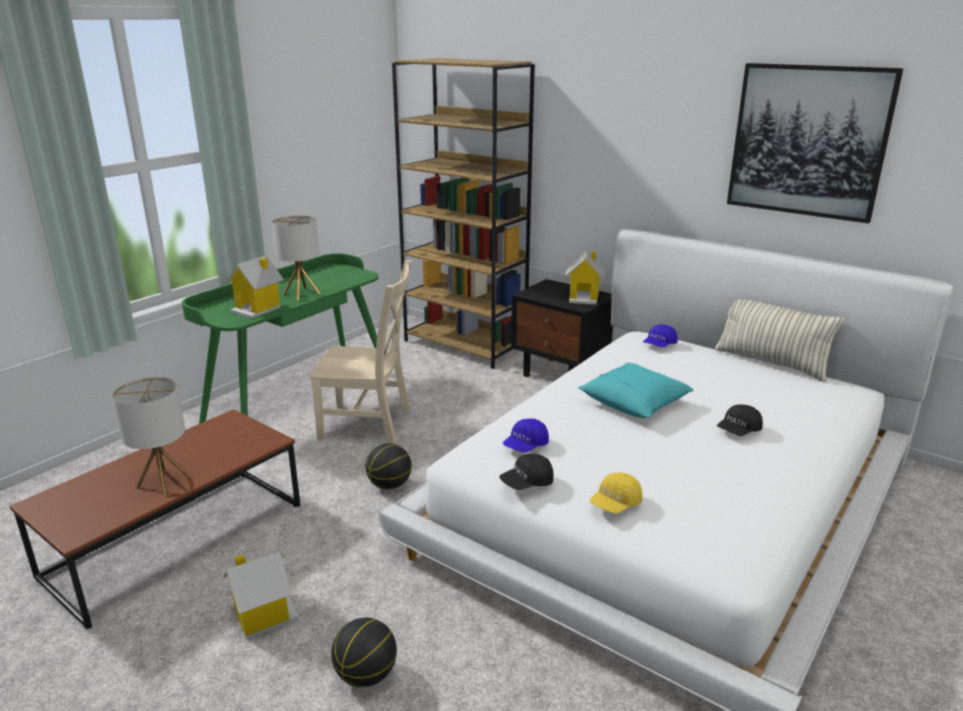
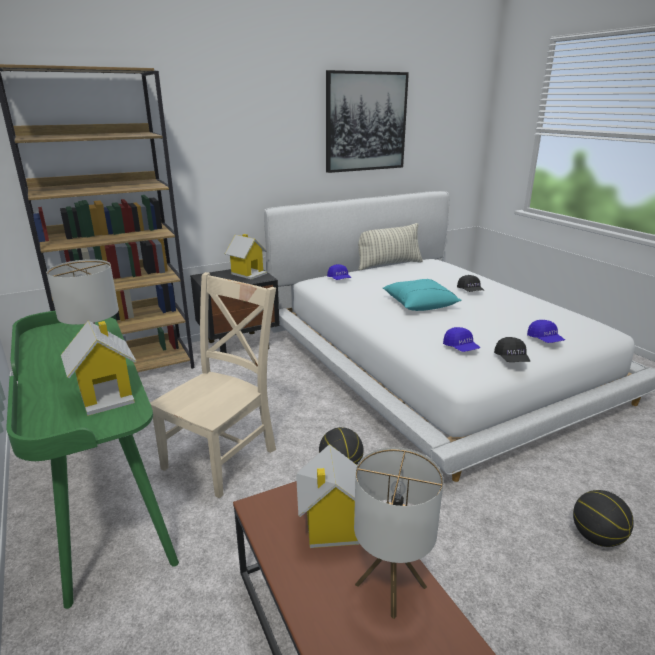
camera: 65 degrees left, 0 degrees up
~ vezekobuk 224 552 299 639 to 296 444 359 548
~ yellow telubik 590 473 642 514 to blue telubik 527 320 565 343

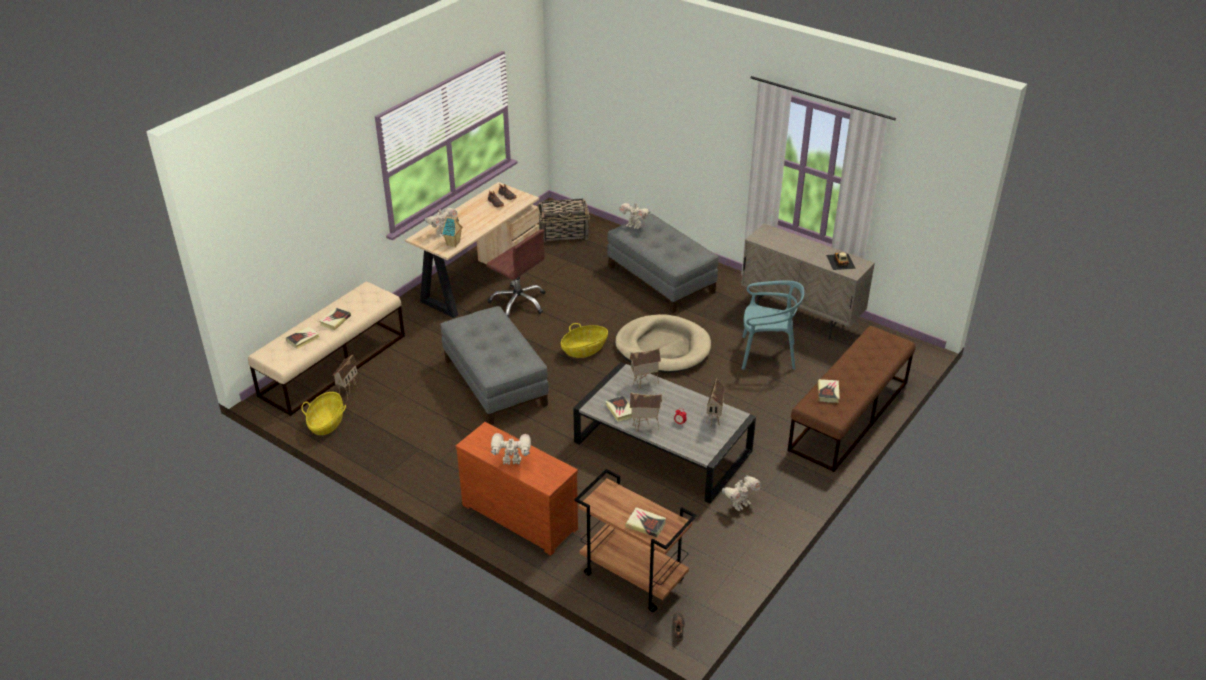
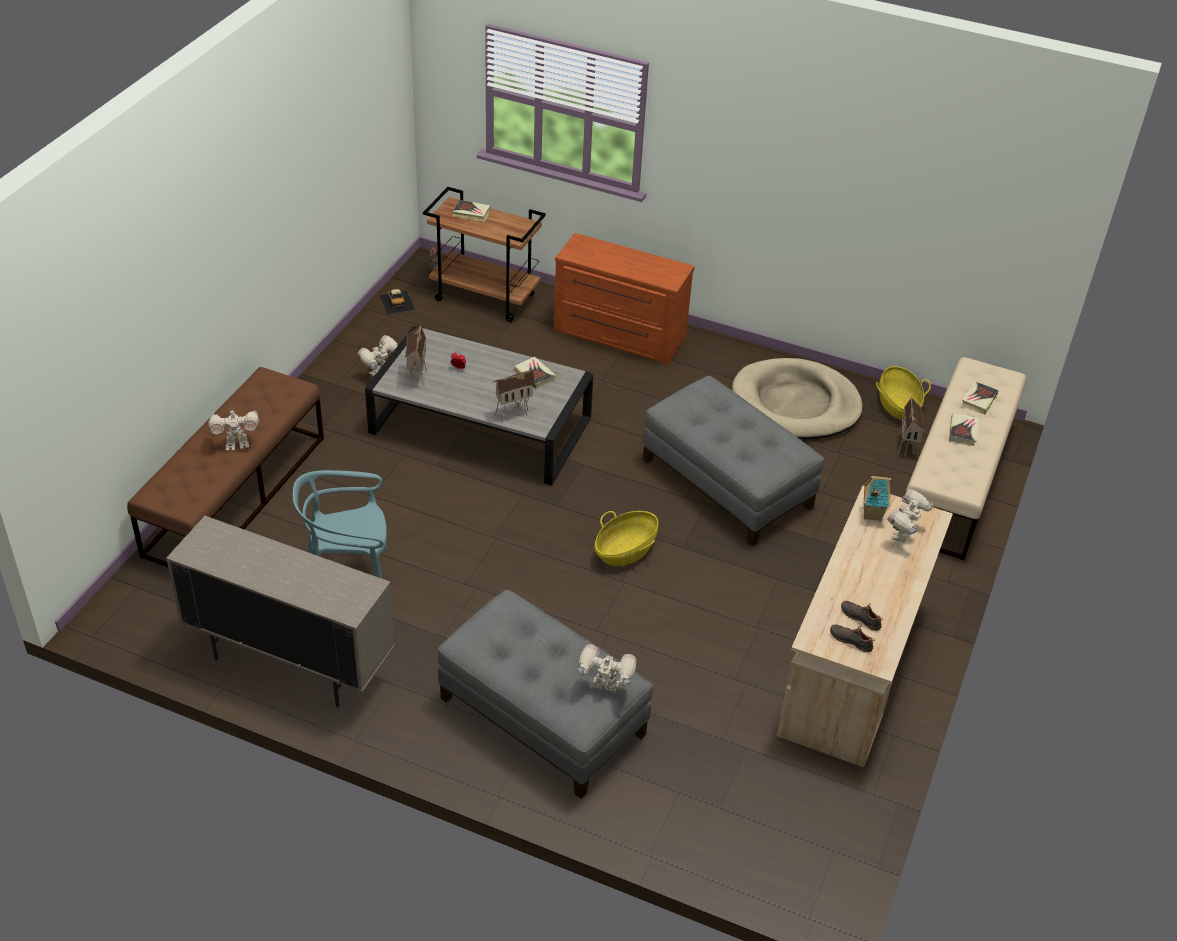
camera: 165 degrees right, 5 degrees up
- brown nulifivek 486 229 546 317
- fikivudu 538 198 590 242
- vezekobuk 630 392 662 431
- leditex 818 379 840 403
~ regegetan 490 433 531 465 to 209 409 259 450
~ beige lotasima 615 314 711 373 to 732 358 862 439
~ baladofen 826 252 856 270 to 380 289 415 314

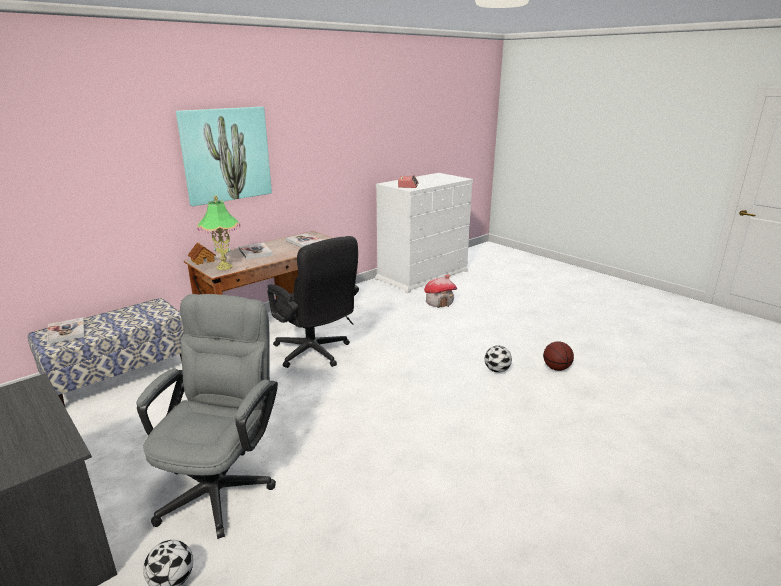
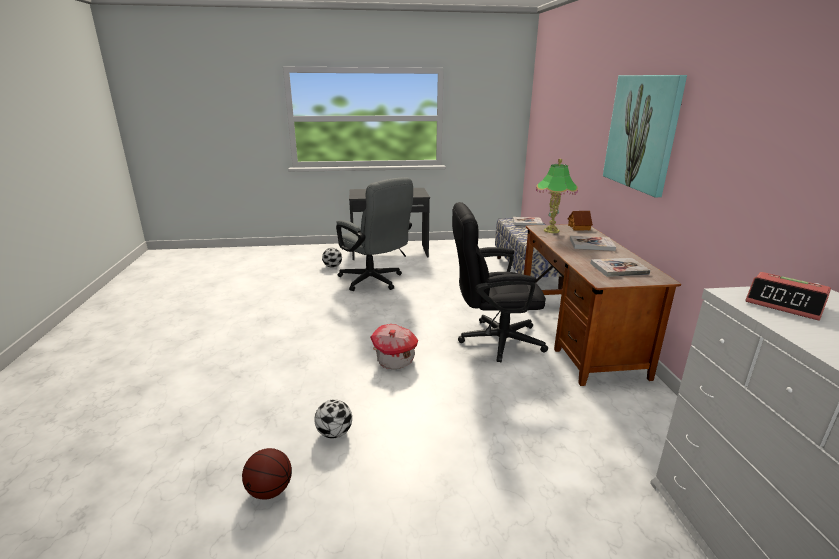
camera: 125 degrees right, 0 degrees up
~ vezekobuk 424 275 457 308 to 370 324 418 369

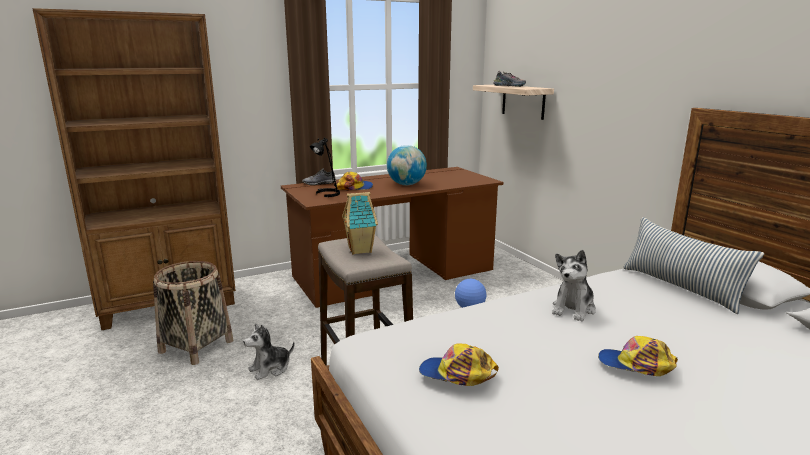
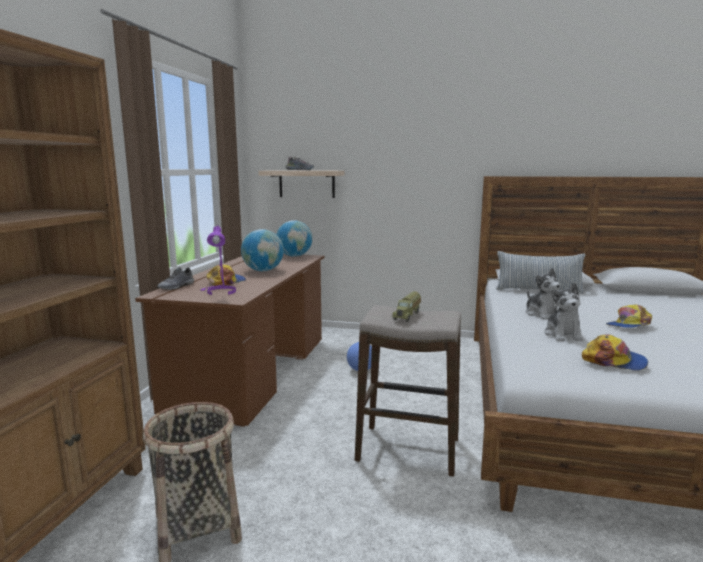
camera: 50 degrees left, 5 degrees down
+ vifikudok 276 220 312 257
~ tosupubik 243 323 294 380 to 545 282 584 341
~ vezekobuk 342 192 378 255 to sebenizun 392 291 421 322
~ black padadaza 310 138 340 197 to purple padadaza 201 225 236 295
~ telubik 419 344 499 386 = 582 334 648 371 120 degrees counterclockwise

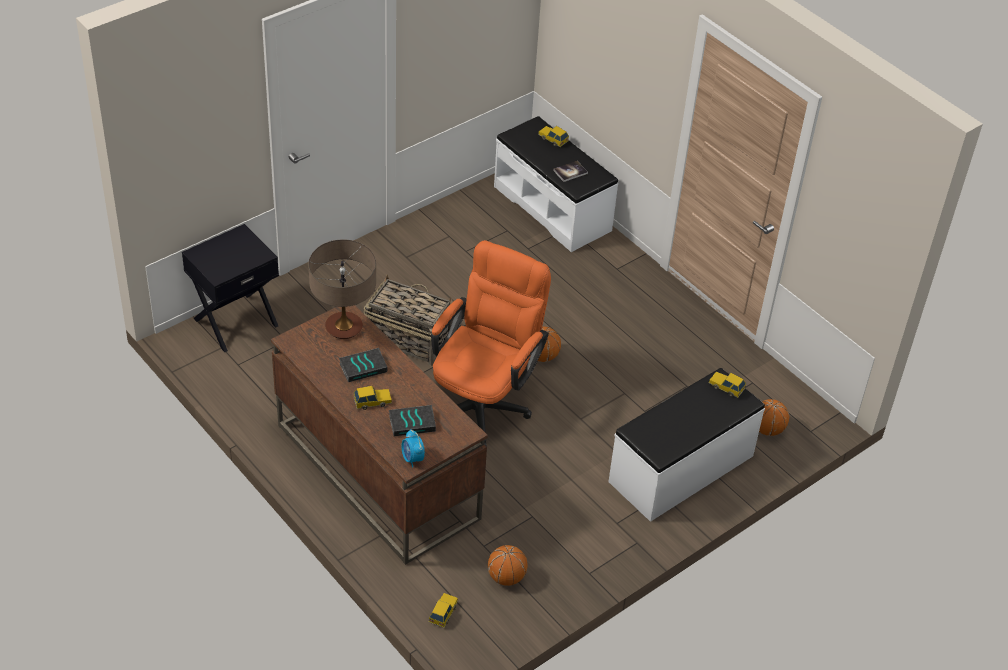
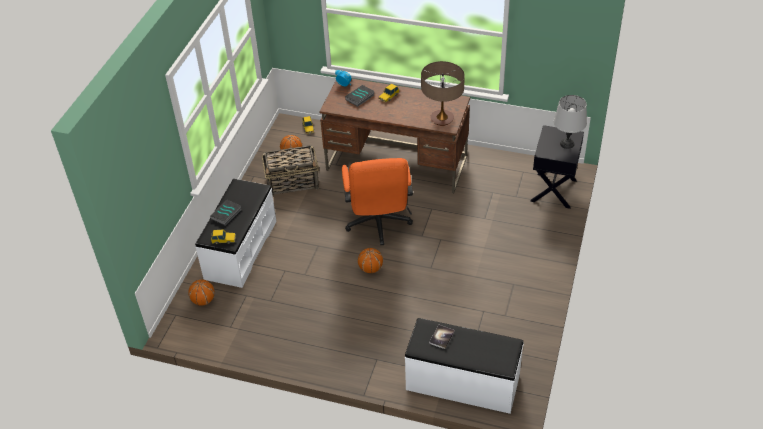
camera: 150 degrees right, 0 degrees up
- baladofen 538 126 569 147
+ grey padadaza 554 95 587 149
~ leditex 339 348 387 382 to 210 200 242 226
~ fikivudu 364 274 453 366 to 262 145 319 196

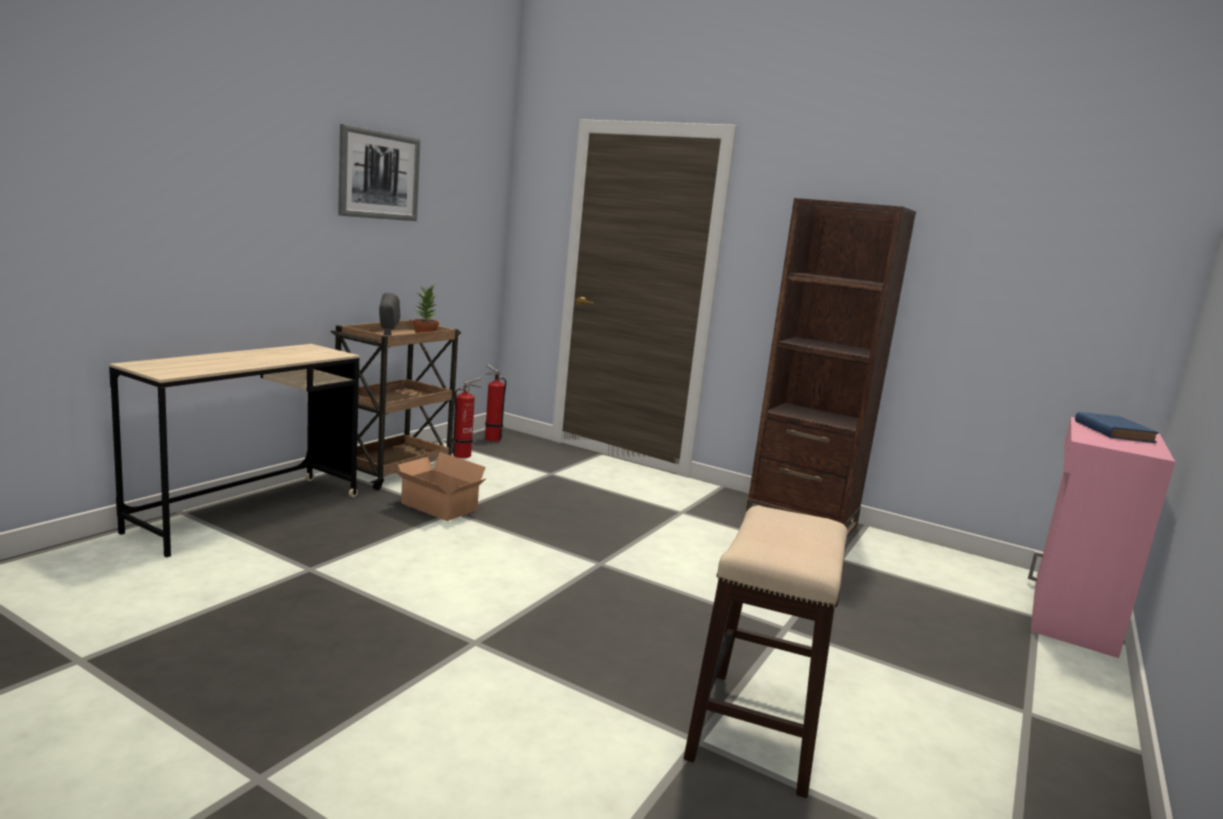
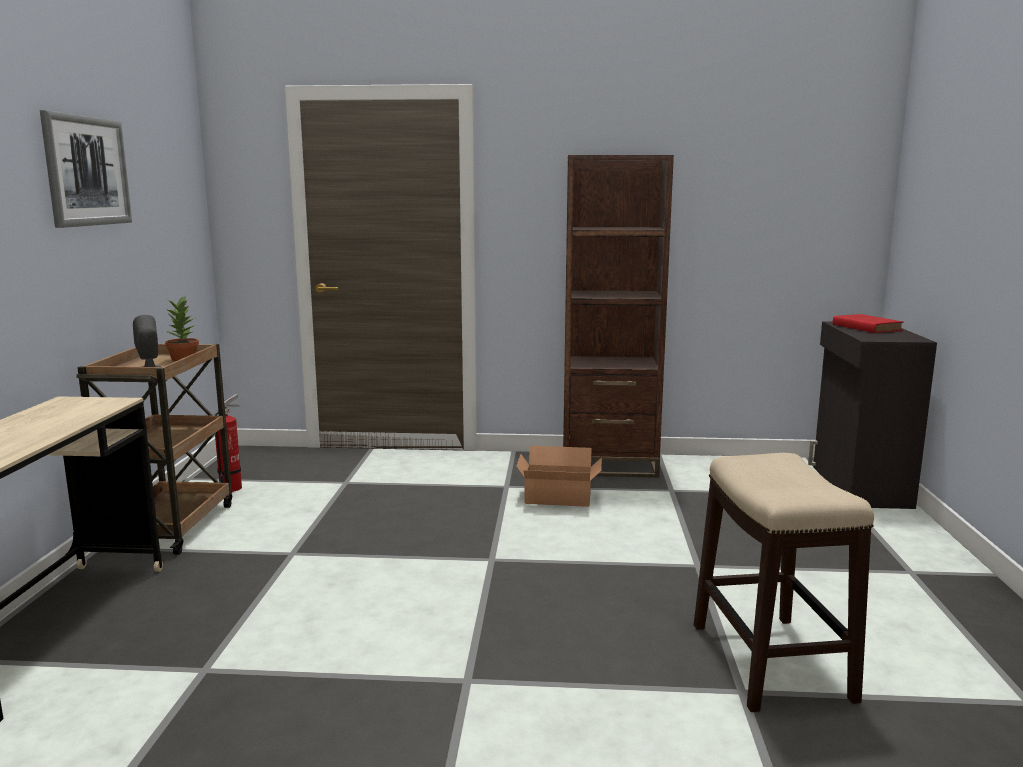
camera: 25 degrees left, 0 degrees up
- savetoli 485 365 506 441
~ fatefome 392 452 487 521 to 516 446 602 507
~ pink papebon 1028 417 1175 658 to black papebon 808 322 937 509
~ blue leditex 1075 412 1159 443 to red leditex 833 314 903 333

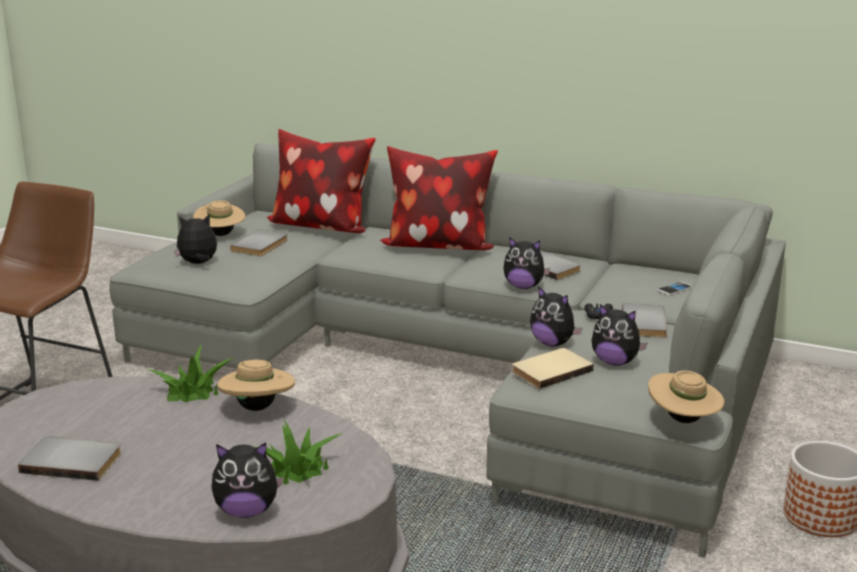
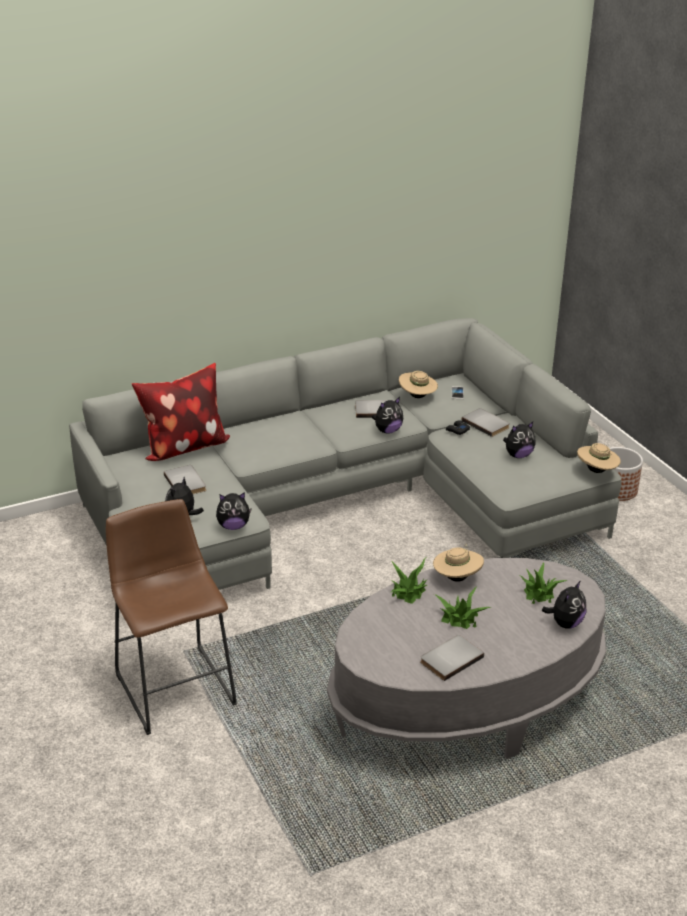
camera: 50 degrees left, 10 degrees up
- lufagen 380 146 498 250
- beige leditex 512 348 594 389
+ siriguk 434 586 491 629
~ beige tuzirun 193 200 245 236 to 399 371 438 398
~ tosupubik 530 286 583 347 to 216 492 252 530

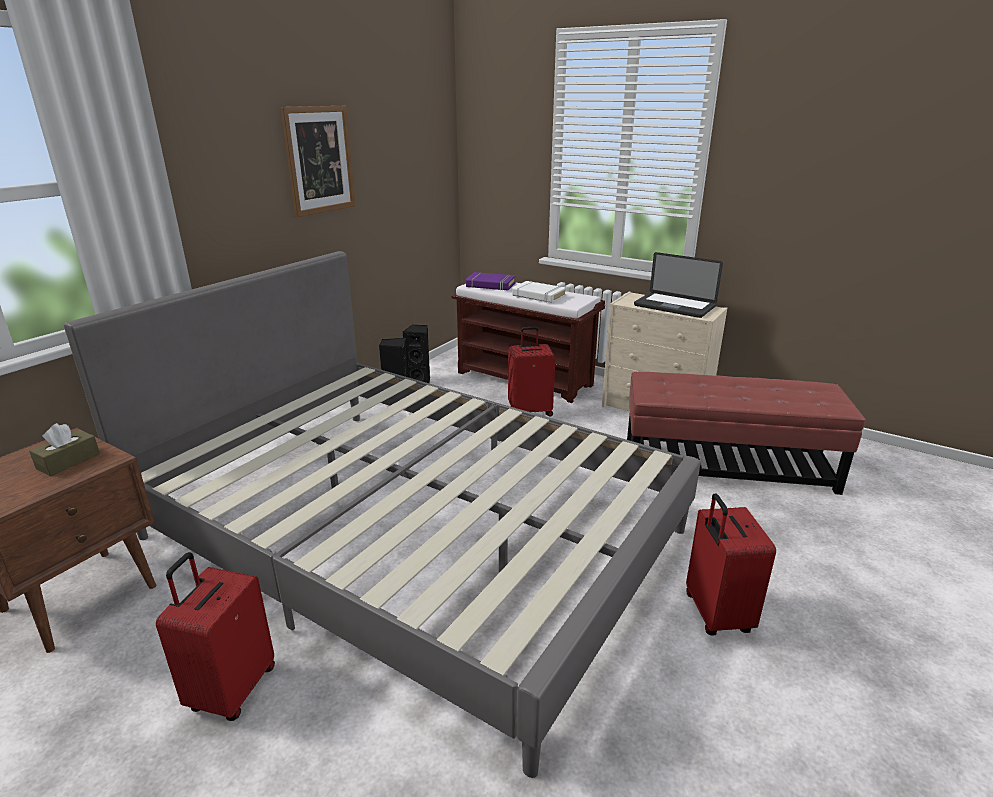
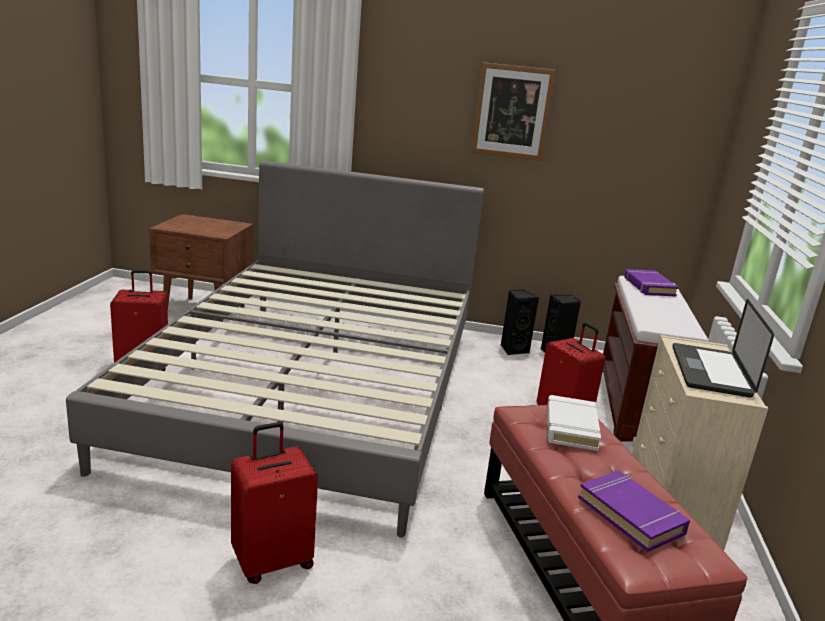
camera: 65 degrees right, 5 degrees down
- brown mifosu 29 423 100 476
+ purple leditex 578 471 690 552
~ white leditex 512 281 566 303 to 546 395 601 451

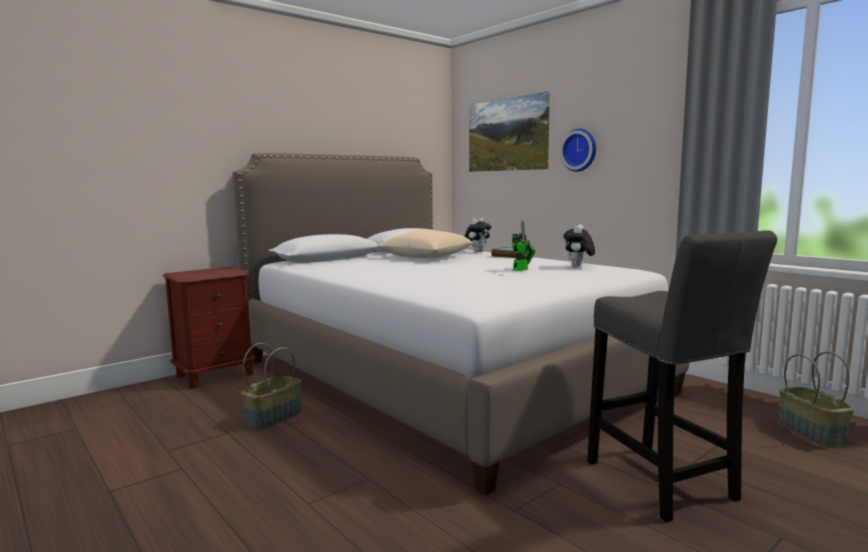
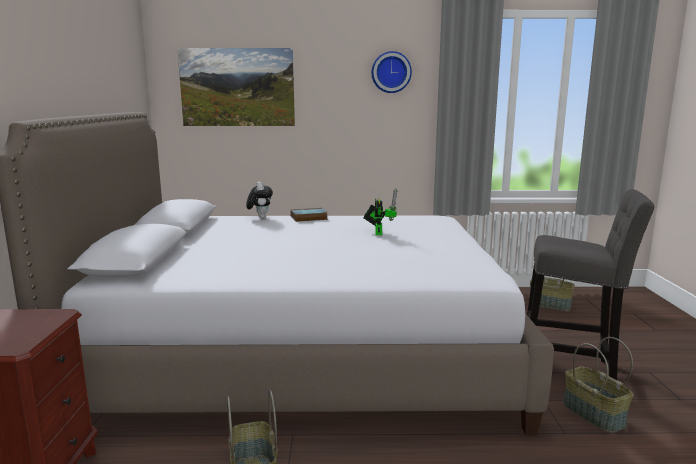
camera: 50 degrees left, 5 degrees up
- beige lufagen 377 229 472 258
- tosupubik 564 224 595 267
+ fikivudu 563 337 634 433
~ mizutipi 560 129 596 172 to 372 51 412 93

